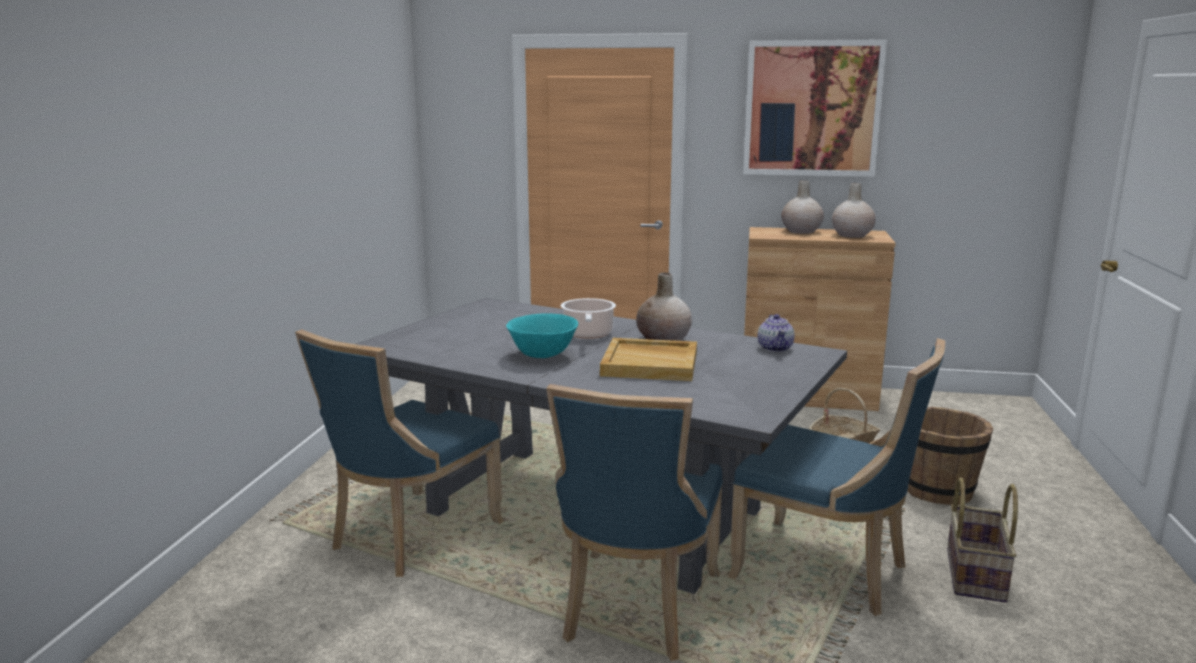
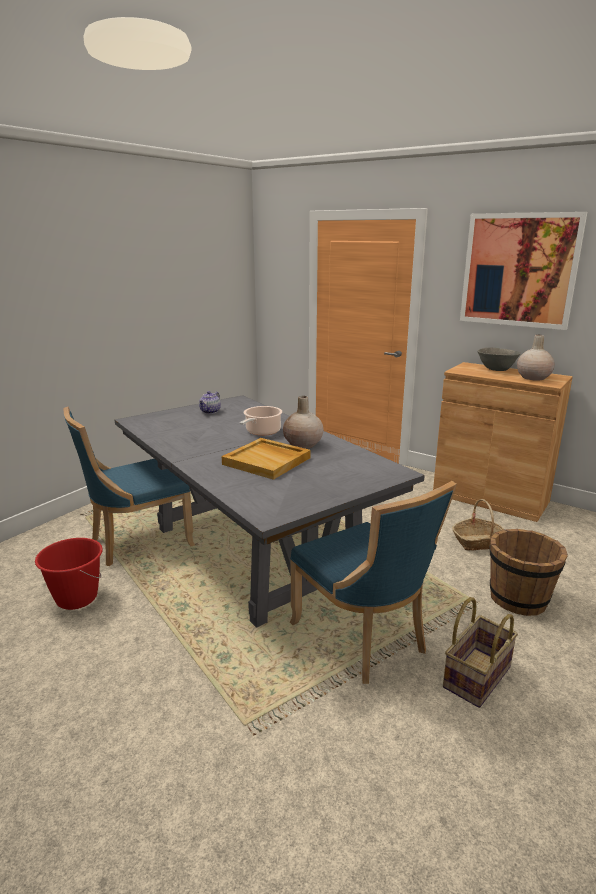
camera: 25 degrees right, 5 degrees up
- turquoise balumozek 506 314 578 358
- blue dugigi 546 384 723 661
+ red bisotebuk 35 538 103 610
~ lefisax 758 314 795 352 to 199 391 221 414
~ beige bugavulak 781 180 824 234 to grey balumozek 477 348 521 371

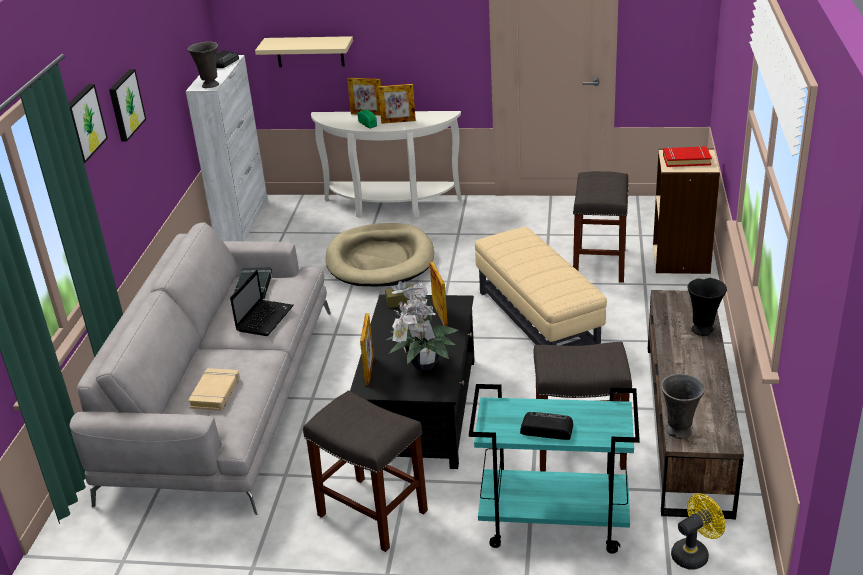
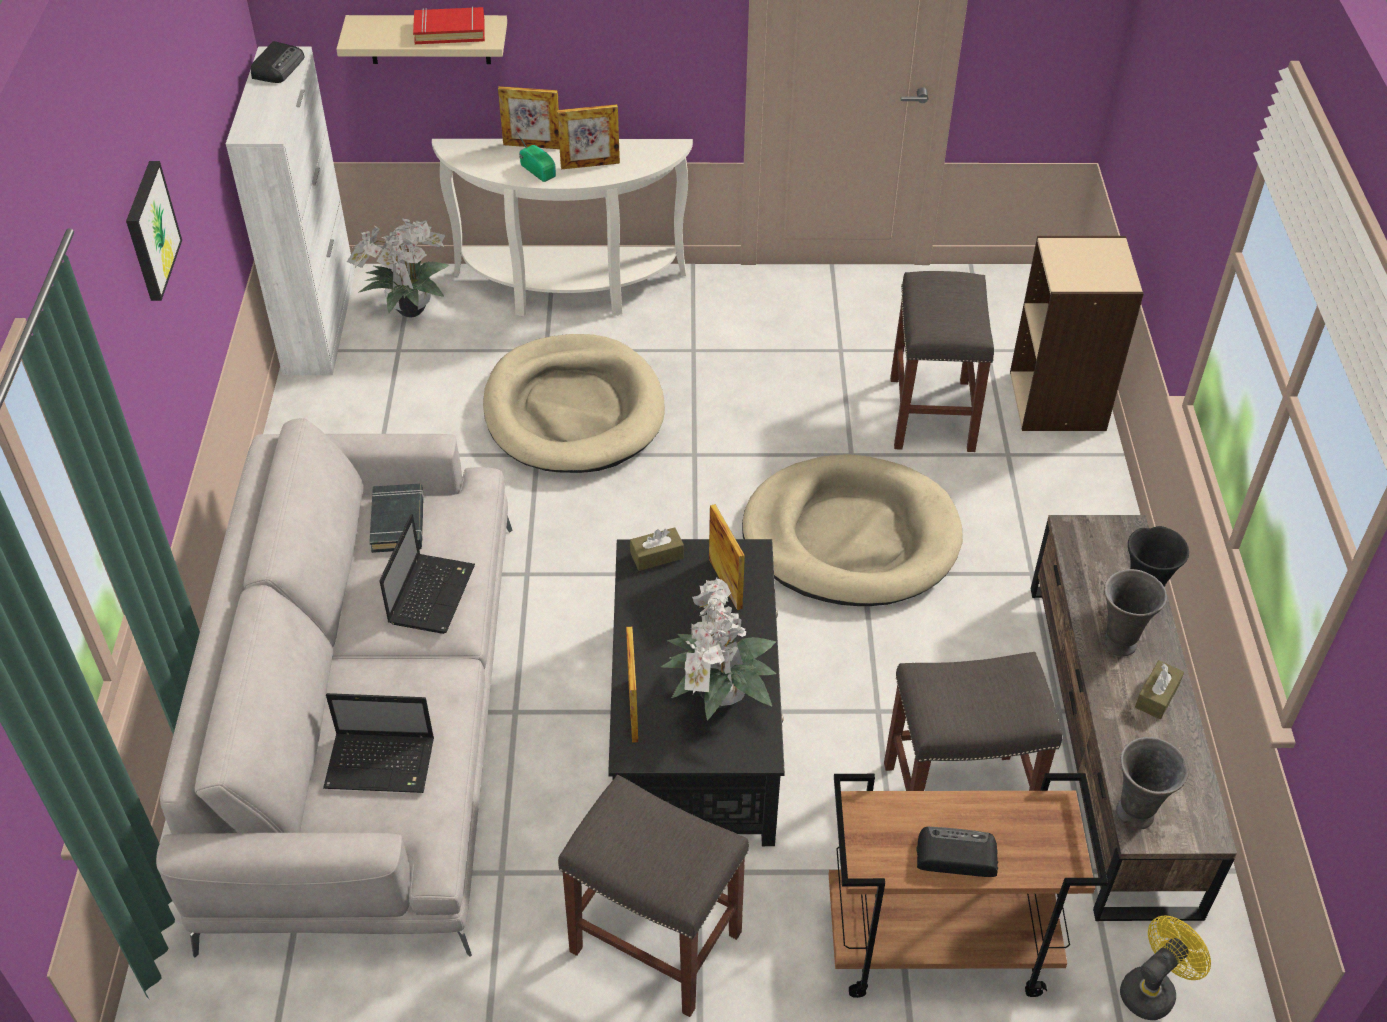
camera: 10 degrees left, 15 degrees up
- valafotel 69 84 108 163
+ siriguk 347 218 449 317
+ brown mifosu 1135 660 1184 719
~ grey bugavulak 188 42 219 88 to 1104 569 1167 656
~ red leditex 663 146 712 167 to 413 6 485 44
~ beige leditex 188 368 240 411 to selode 323 693 434 793
~ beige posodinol 475 227 607 346 to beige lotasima 742 454 963 606
~ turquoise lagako 469 384 640 554 to brown lagako 829 773 1108 998

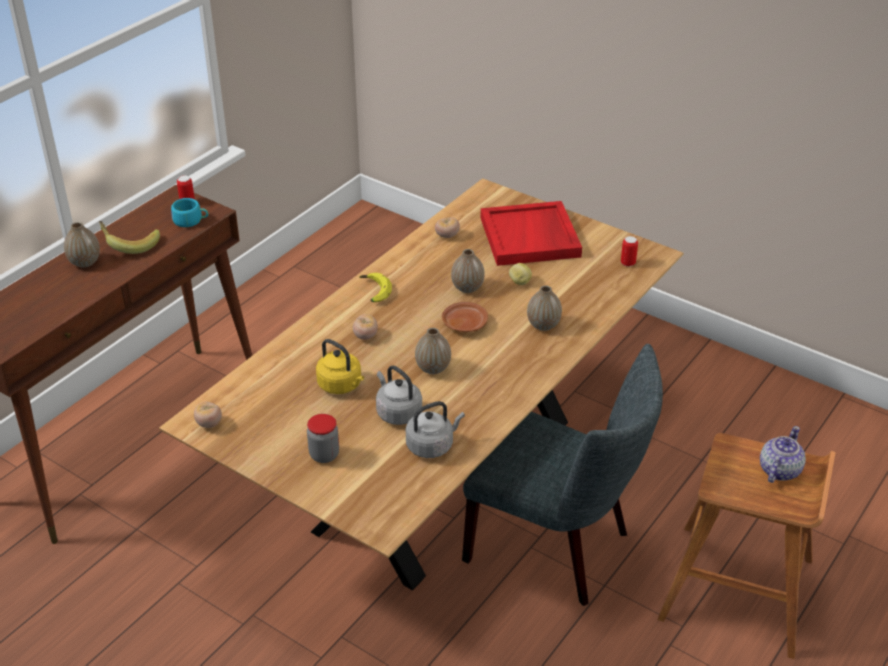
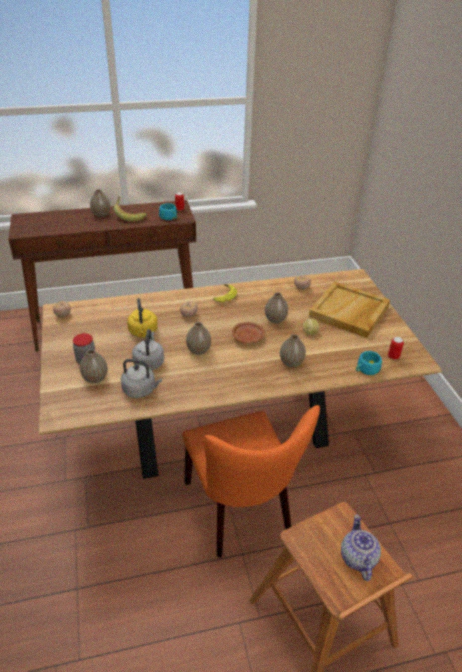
camera: 40 degrees right, 0 degrees up
+ bugavulak 80 349 108 383
+ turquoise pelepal 356 351 382 375
~ grey dugigi 462 344 663 606 to orange dugigi 183 405 320 558
~ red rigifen 481 201 582 266 to beige rigifen 309 281 390 338
~ lefisax 760 426 806 483 = 341 514 381 581 75 degrees counterclockwise

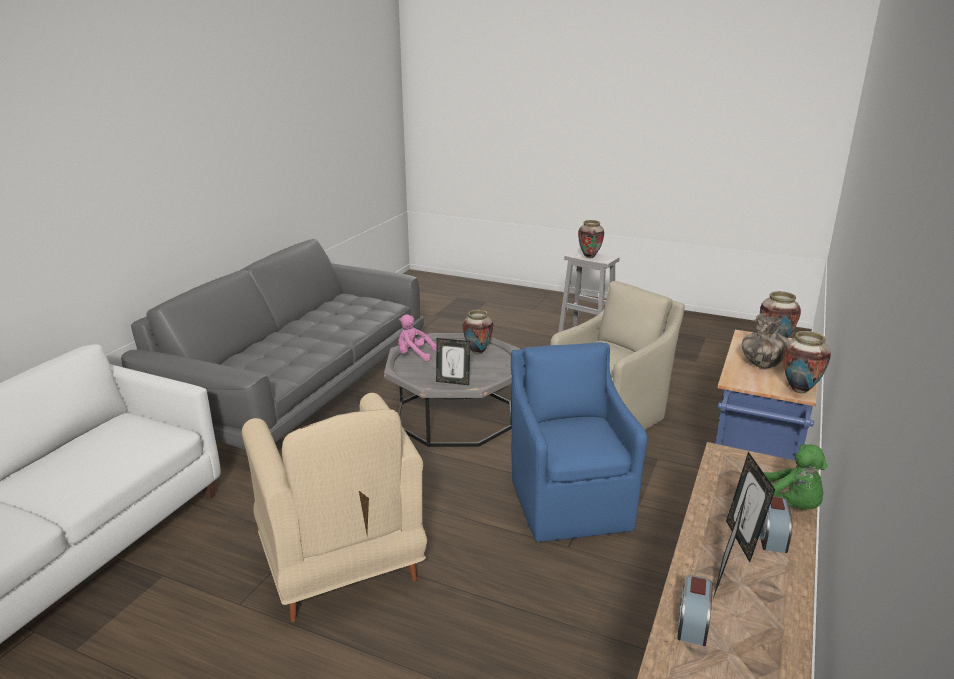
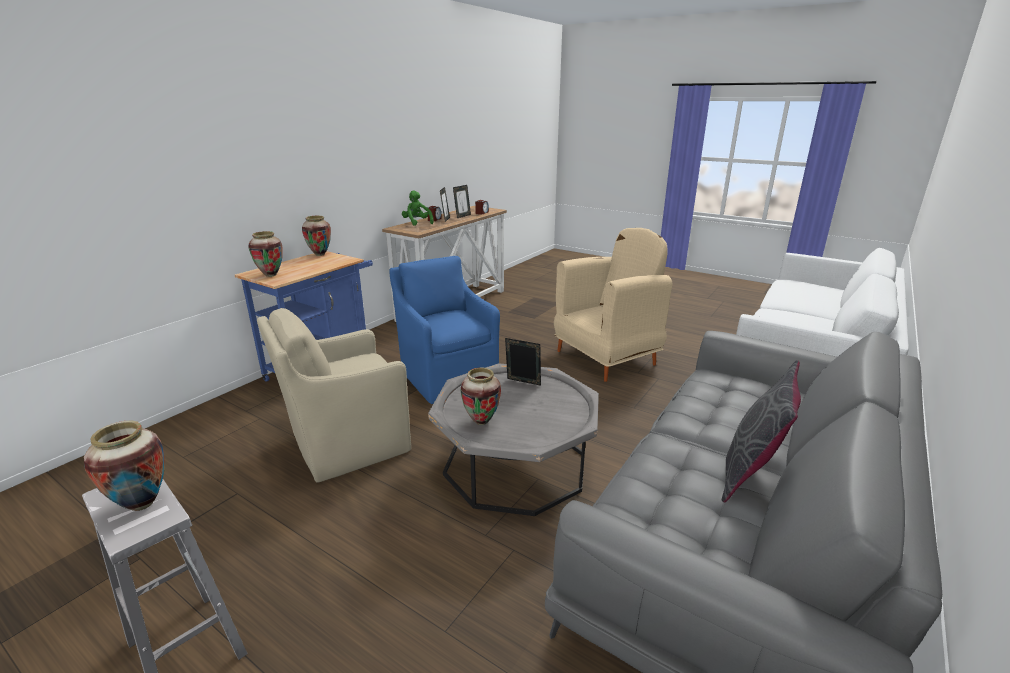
camera: 170 degrees left, 0 degrees up
- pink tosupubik 398 315 436 361
- bugavulak 742 313 789 368
+ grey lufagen 722 360 801 502
~ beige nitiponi 242 393 427 622 = 554 228 673 382 75 degrees clockwise
~ blue nitiponi 511 342 647 542 = 389 256 500 404 150 degrees clockwise

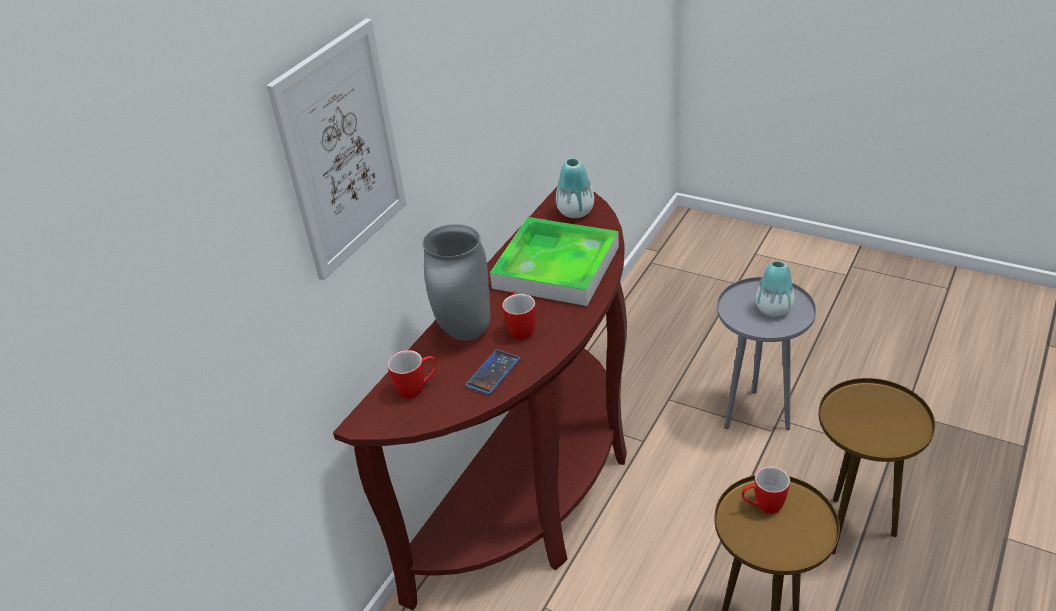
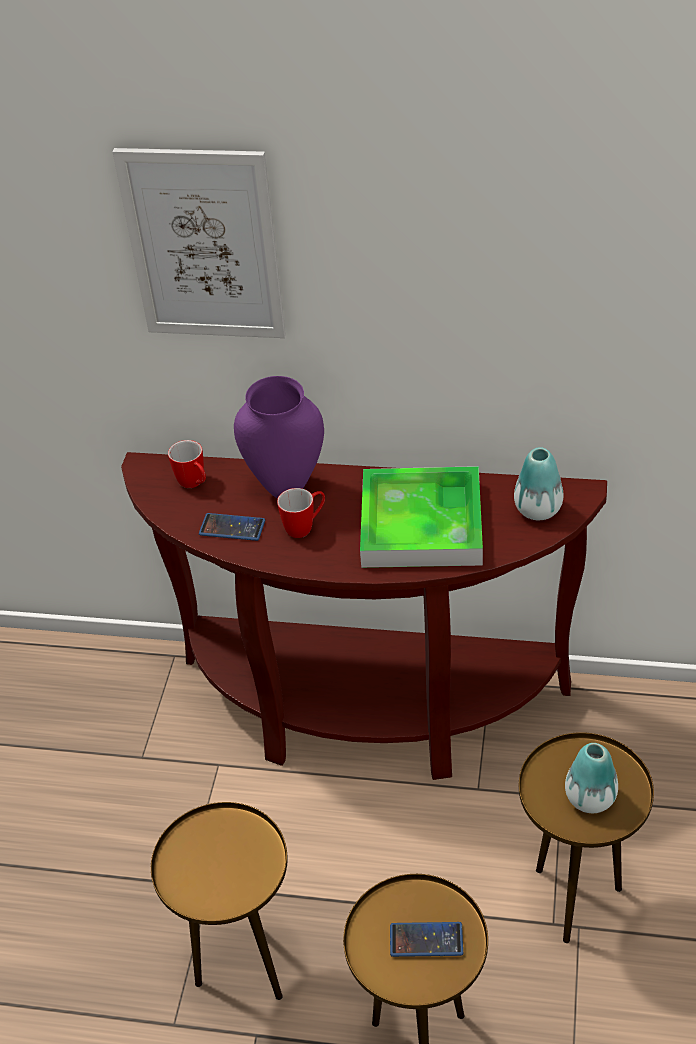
camera: 70 degrees right, 5 degrees up
- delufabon 741 466 790 514
+ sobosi 390 922 463 957
~ grey bugavulak 422 224 491 341 to purple bugavulak 234 376 324 499
~ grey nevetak 717 277 816 430 to brown nevetak 519 732 654 943

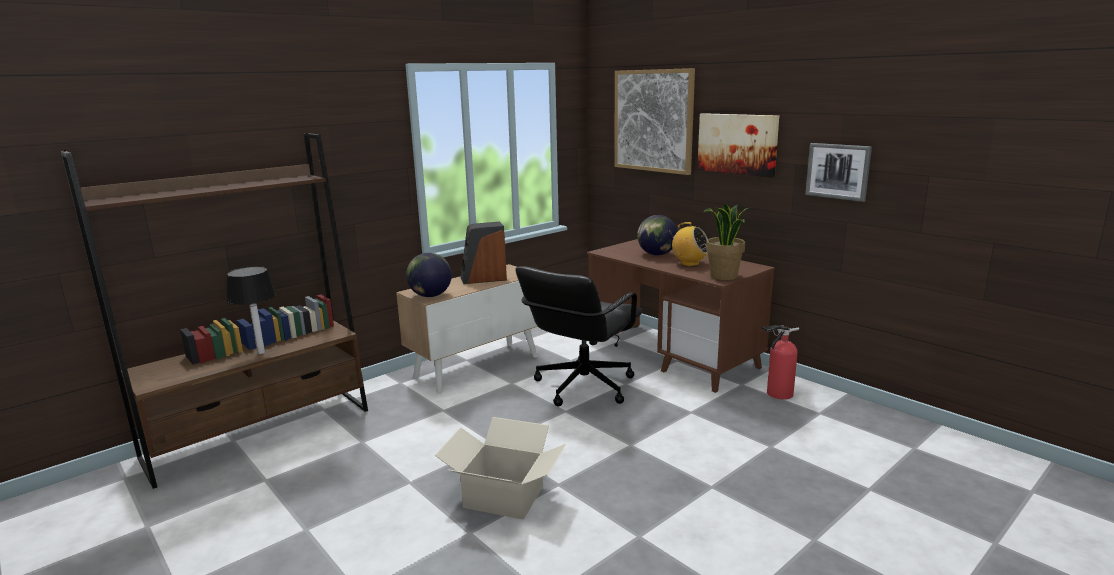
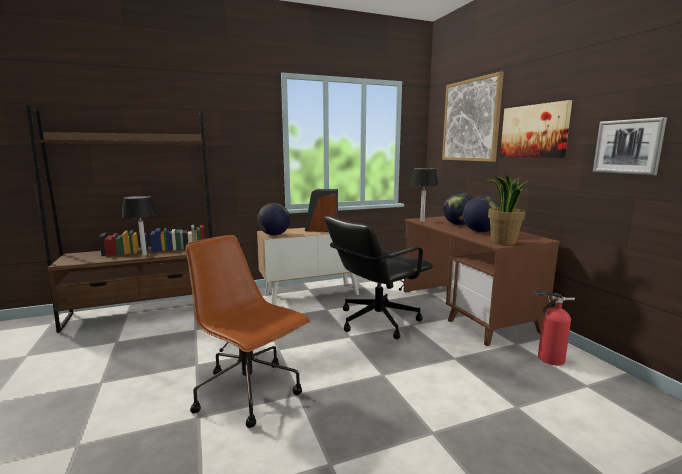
camera: 20 degrees right, 5 degrees down
+ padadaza 410 168 438 222
~ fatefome 435 417 566 520 to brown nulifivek 185 235 311 428
~ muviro 669 222 708 266 to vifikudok 463 196 501 233

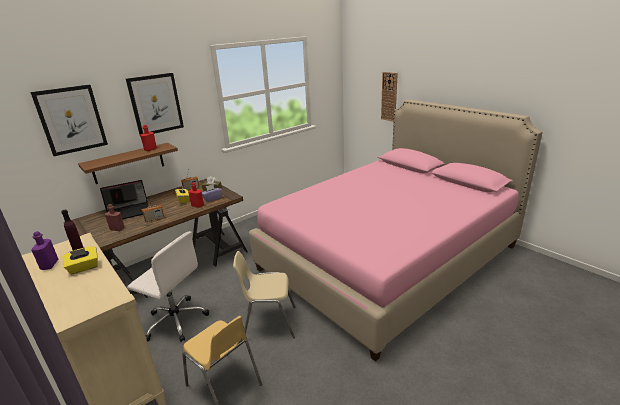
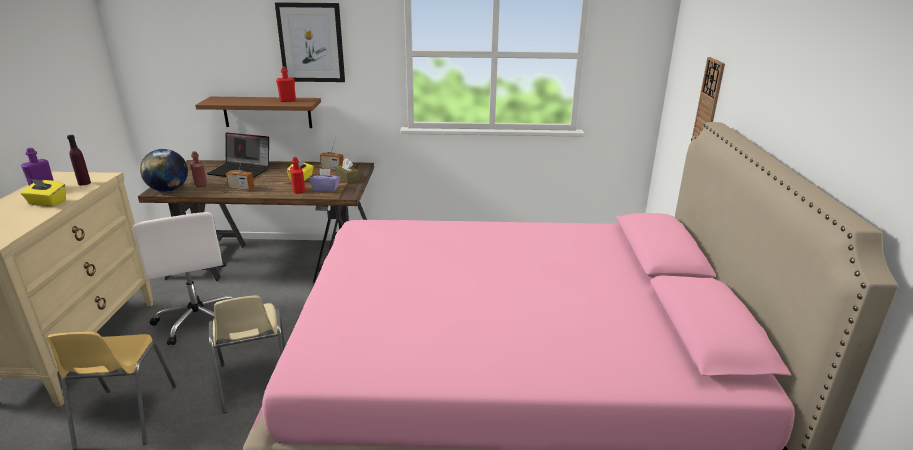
camera: 40 degrees right, 0 degrees up
- valafotel 30 84 108 156
+ vifikudok 140 149 188 192
~ beige dugigi 233 251 296 340 = 209 295 285 413 150 degrees counterclockwise

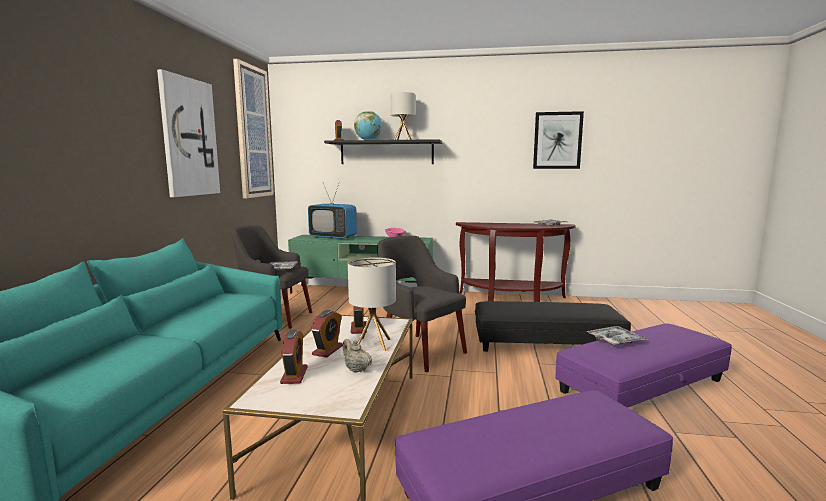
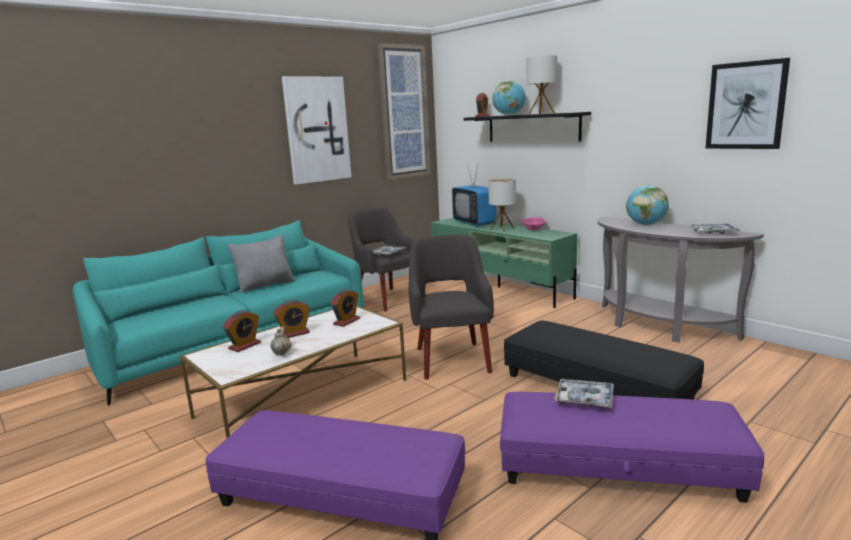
camera: 40 degrees right, 5 degrees up
+ grey lufagen 228 234 295 293
+ vifikudok 626 186 669 225
~ padadaza 348 257 396 351 to 488 179 516 232
~ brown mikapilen 456 222 576 302 to grey mikapilen 598 217 764 343

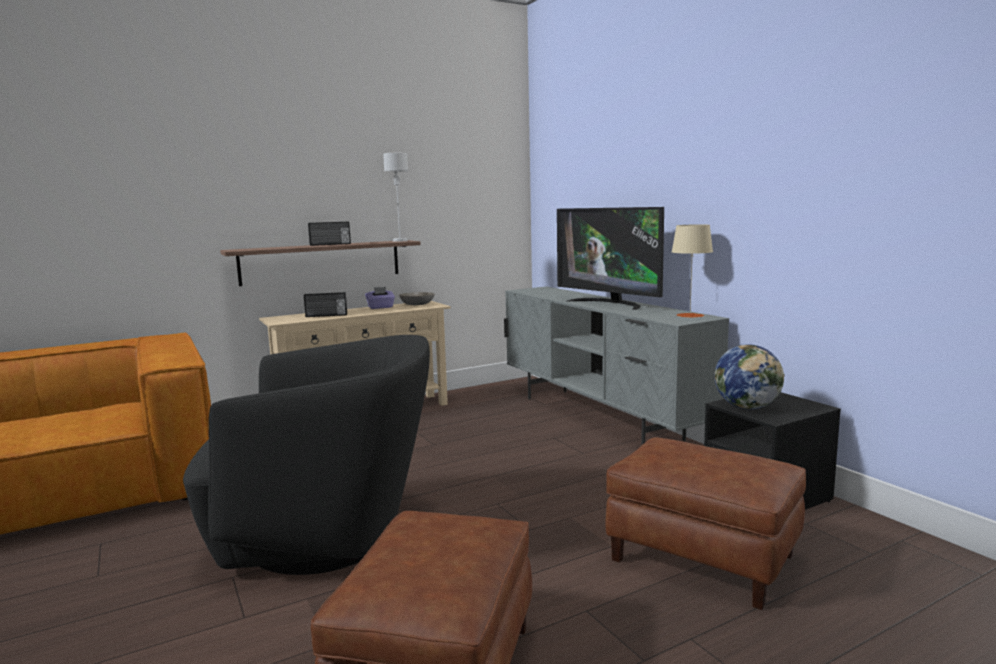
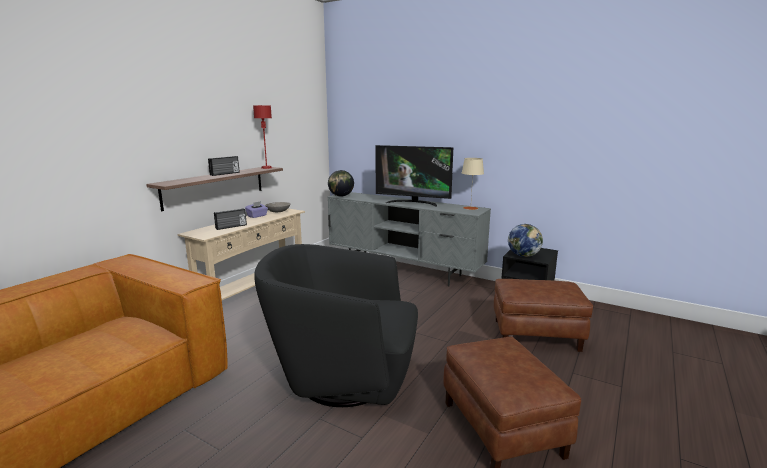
camera: 30 degrees left, 5 degrees up
+ vifikudok 328 170 354 197
~ grey padadaza 383 153 408 242 to red padadaza 253 105 272 169
~ black nitiponi 183 335 430 575 = 254 244 418 407 135 degrees counterclockwise

